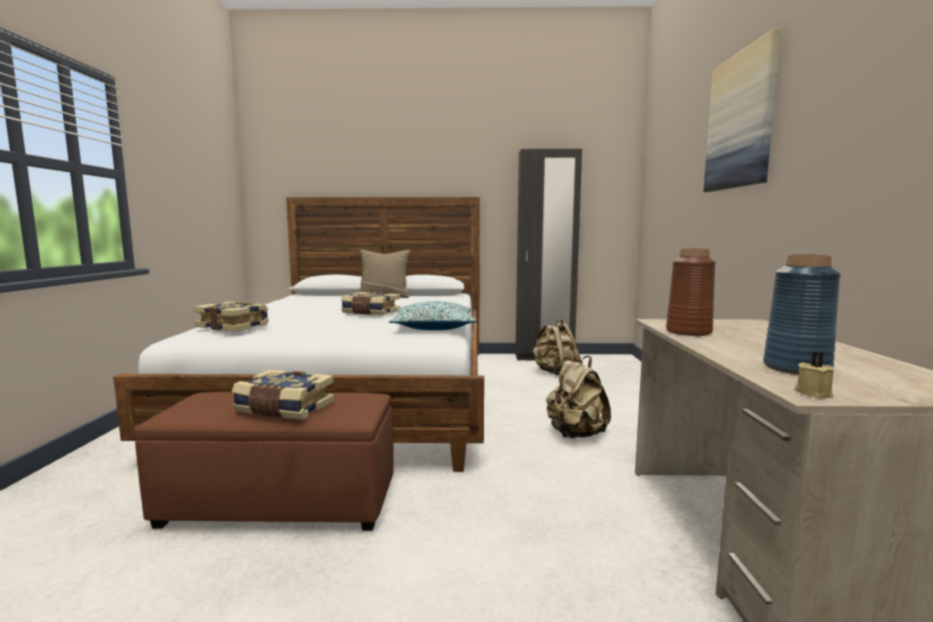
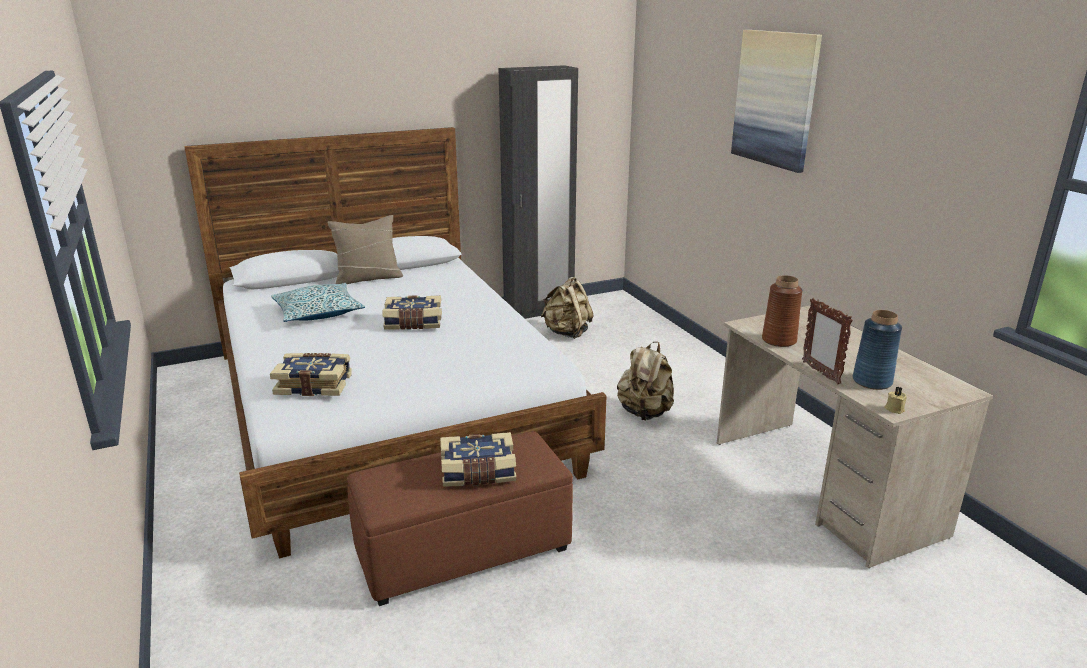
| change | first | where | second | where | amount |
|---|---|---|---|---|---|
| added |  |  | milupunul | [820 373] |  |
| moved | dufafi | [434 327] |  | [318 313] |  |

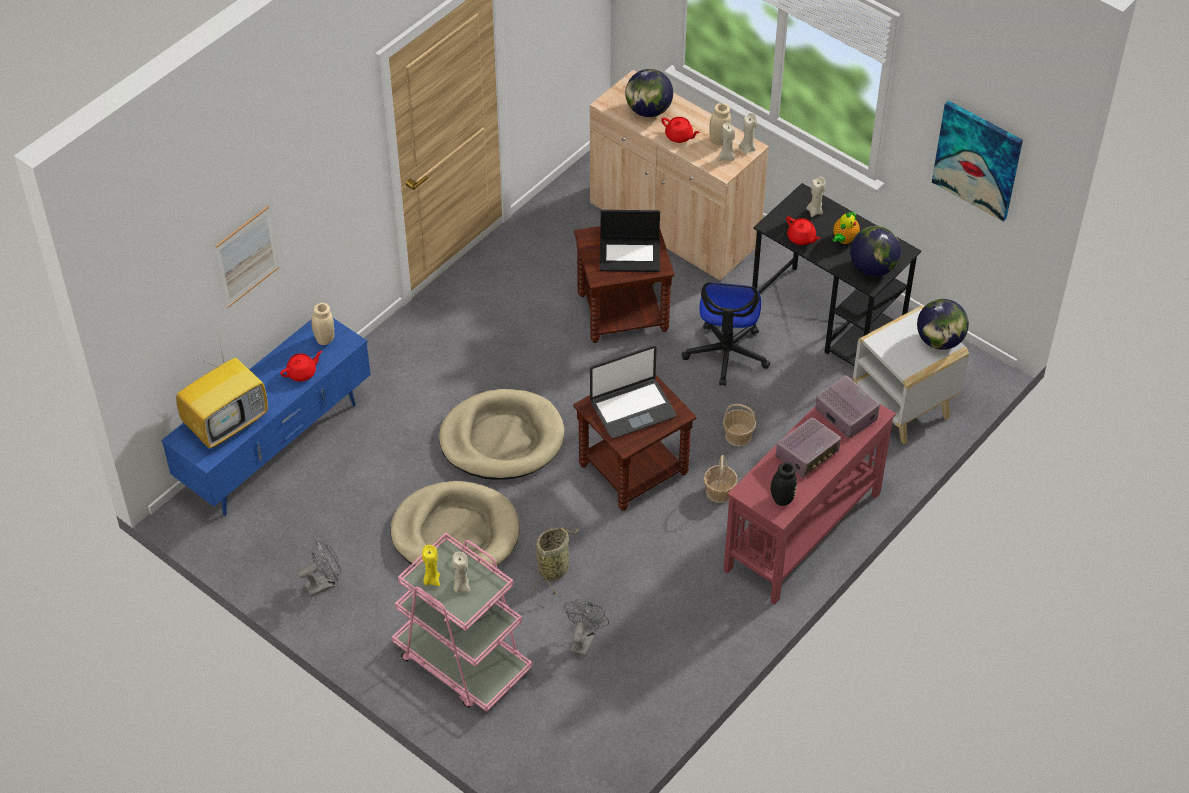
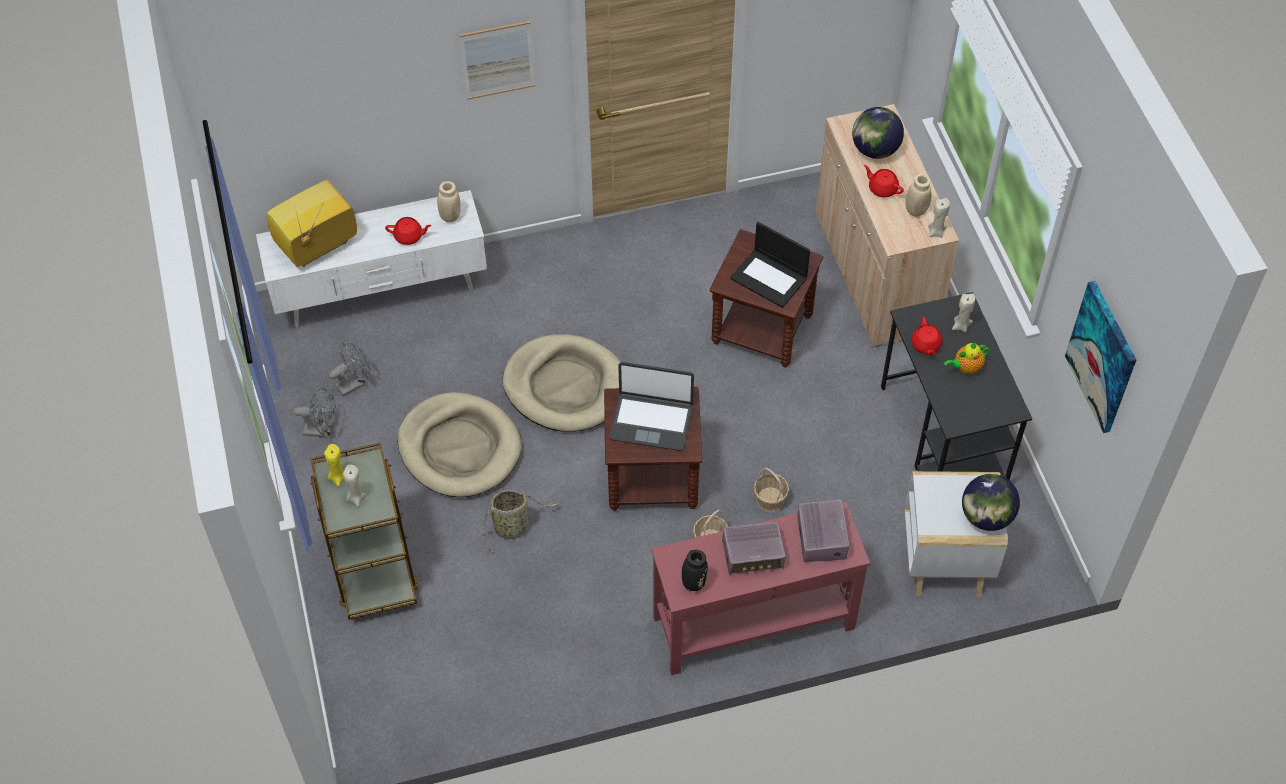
| change | first | where | second | where | amount |
|---|---|---|---|---|---|
| removed | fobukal | [726 354] |  |  |  |
| removed | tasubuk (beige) | [727 157] |  |  |  |
| removed | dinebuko | [873 268] |  |  |  |
| moved | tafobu | [247 256] |  | [497 60] |  |
| moved | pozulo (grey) | [583 640] |  | [354 383] |  |
| recoloured | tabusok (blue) | [277 449] | tabusok (white) | [381 293] |  |
| recoloured | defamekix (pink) | [462 661] | defamekix (brown) | [372 563] |  |
| turned | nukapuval | [227 422] |  | [316 247] | 150 degrees clockwise |
| turned | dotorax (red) | [679 136] |  | [882 188] | 150 degrees clockwise |

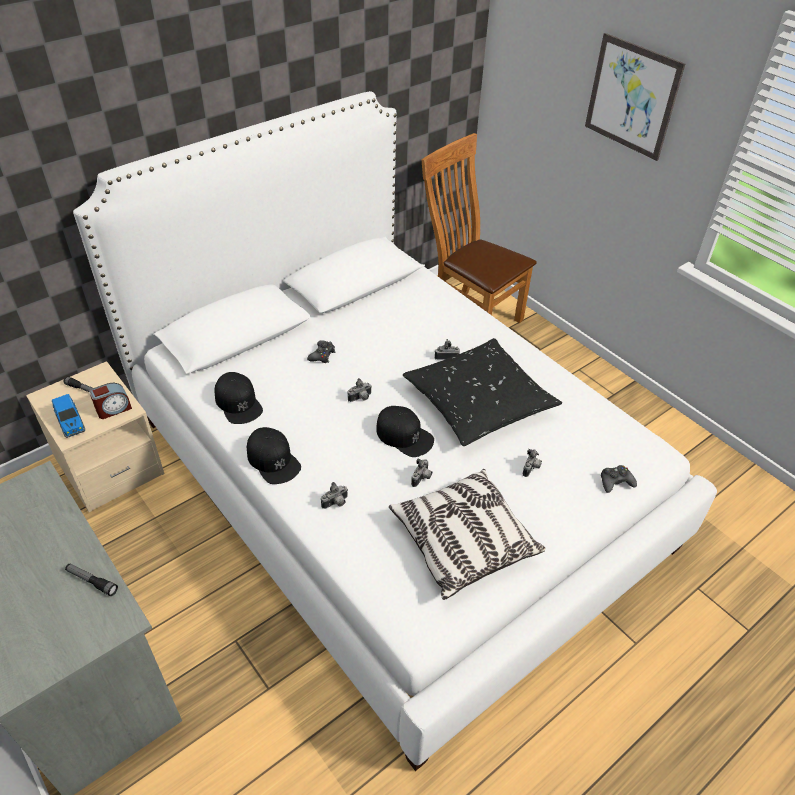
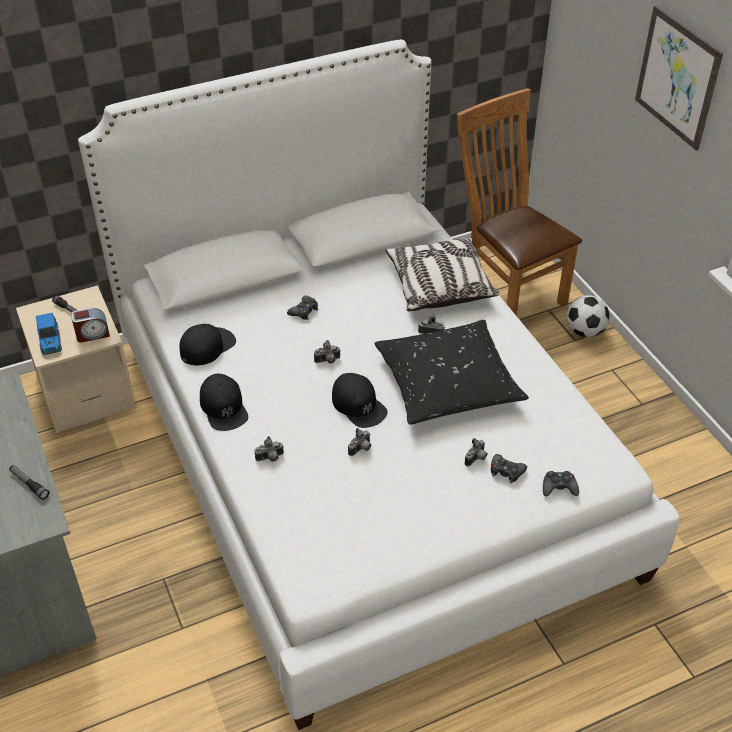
| change | first | where | second | where | amount |
|---|---|---|---|---|---|
| added |  |  | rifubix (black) | [506 471] |  |
| added |  |  | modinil | [584 331] |  |
| moved | dufafi | [462 542] |  | [439 286] |  |
| turned | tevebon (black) | [238 403] |  | [207 346] | 120 degrees counterclockwise |

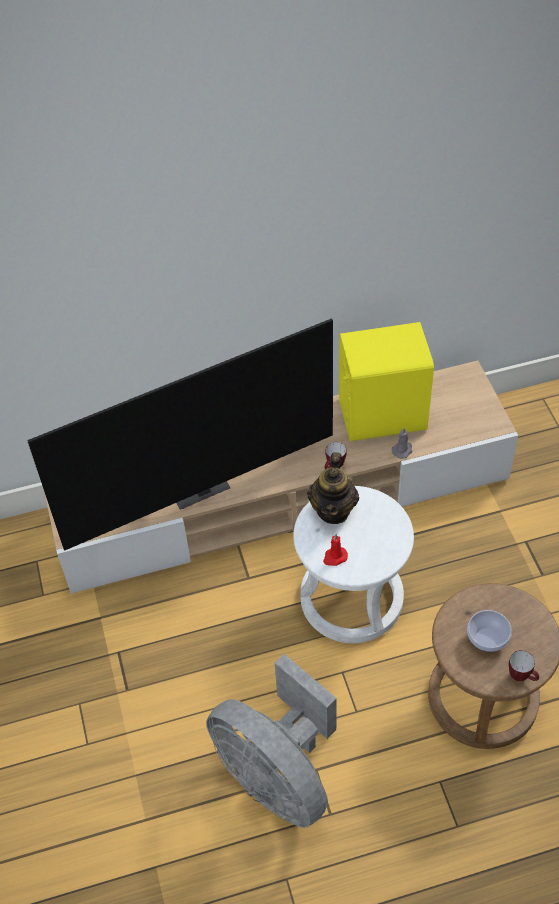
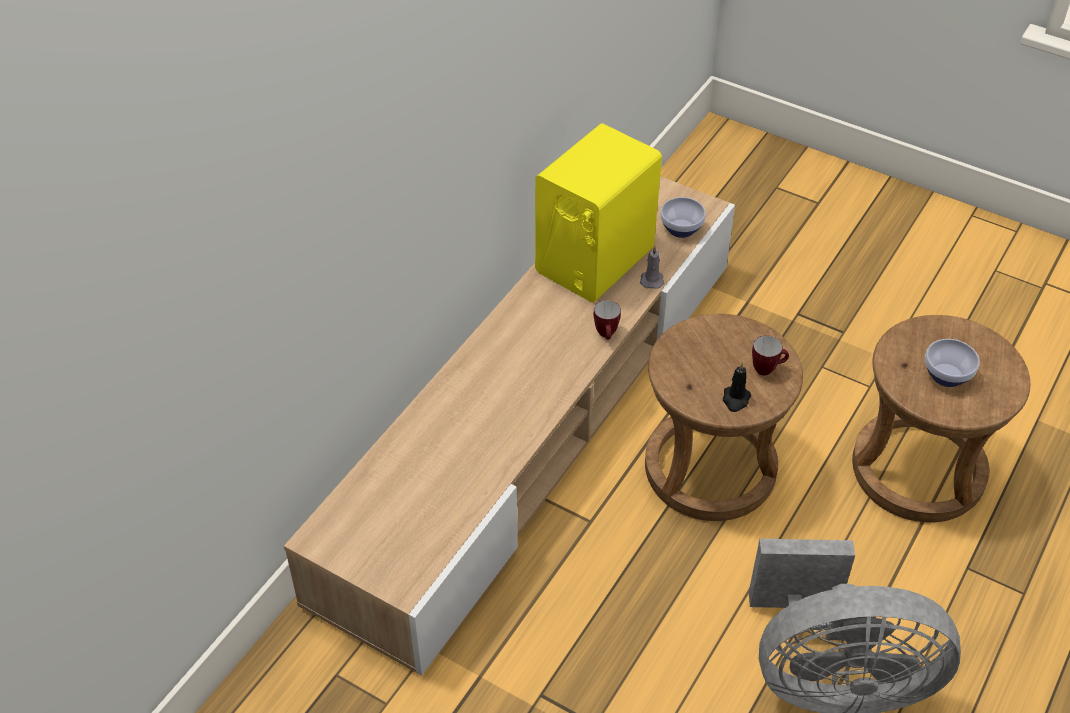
| change | first | where | second | where | amount |
|---|---|---|---|---|---|
| removed | nukapuval | [198 485] |  |  |  |
| removed | dotorax | [333 510] |  |  |  |
| added |  |  | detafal | [682 228] |  |
| moved | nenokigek | [521 677] |  | [767 369] |  |
| recoloured | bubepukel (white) | [352 598] | bubepukel (brown) | [710 468] |  |
| recoloured | tasubuk (red) | [334 557] | tasubuk (black) | [735 399] |  |

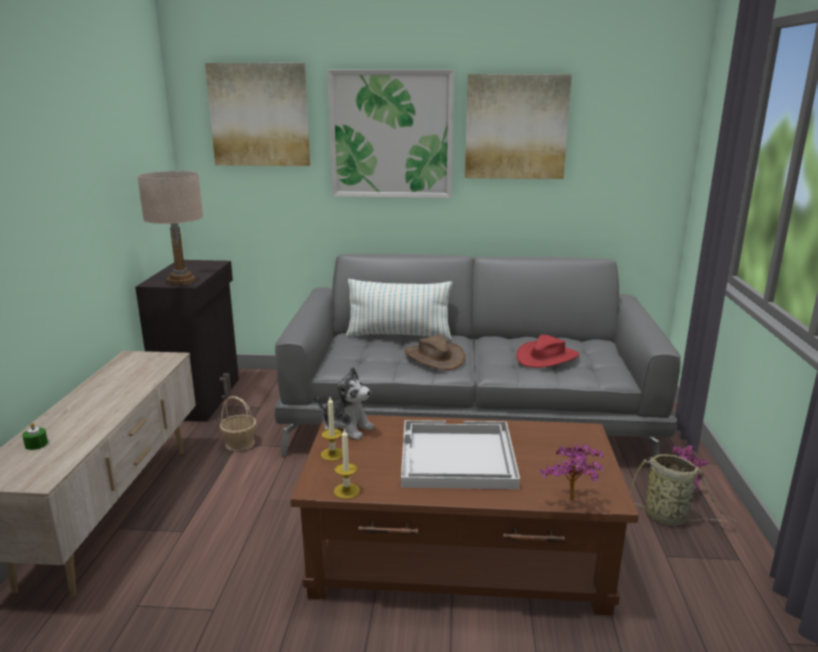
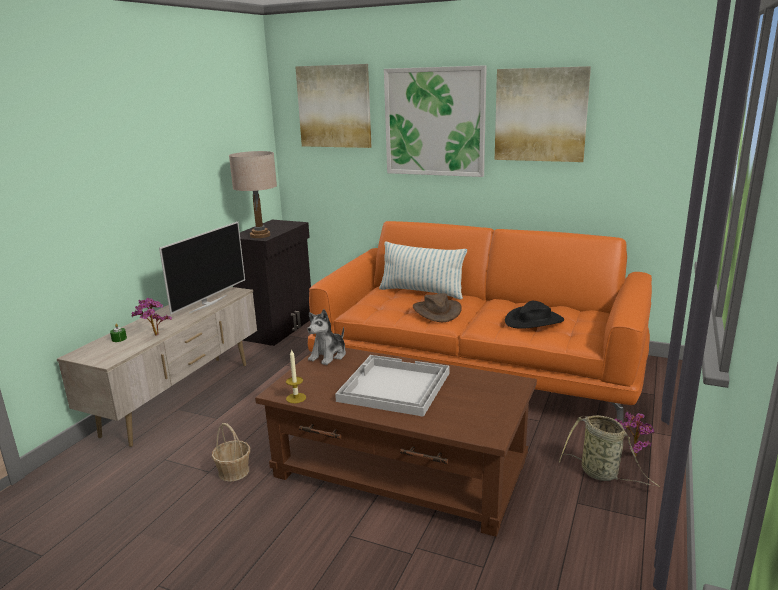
| change | first | where | second | where | amount |
|---|---|---|---|---|---|
| removed | tasubuk | [332 454] |  |  |  |
| added |  |  | nukapuval | [208 304] |  |
| moved | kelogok | [240 443] |  | [234 471] |  |
| moved | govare | [572 502] |  | [154 336] |  |
| recoloured | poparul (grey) | [470 416] | poparul (orange) | [478 367] |  |
| recoloured | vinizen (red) | [547 357] | vinizen (black) | [534 321] |  |
| turned | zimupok | [346 428] |  | [328 356] | 75 degrees clockwise |

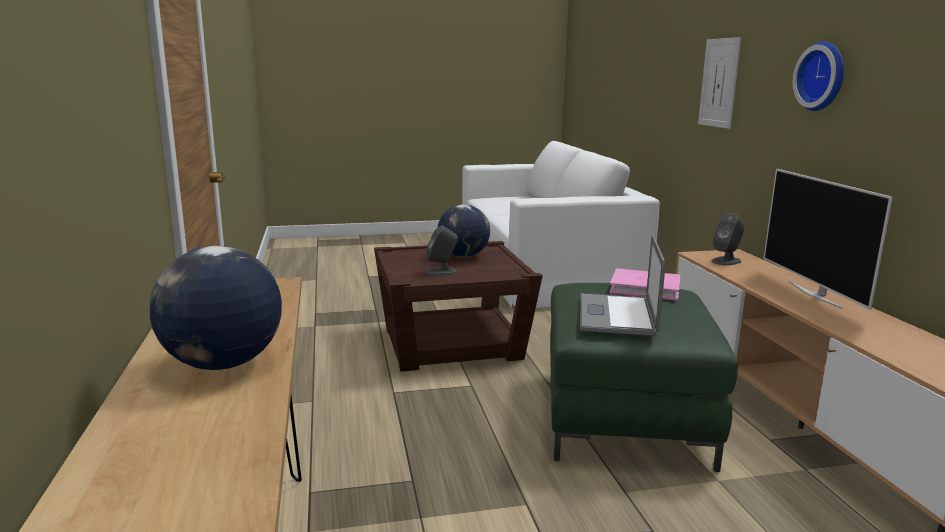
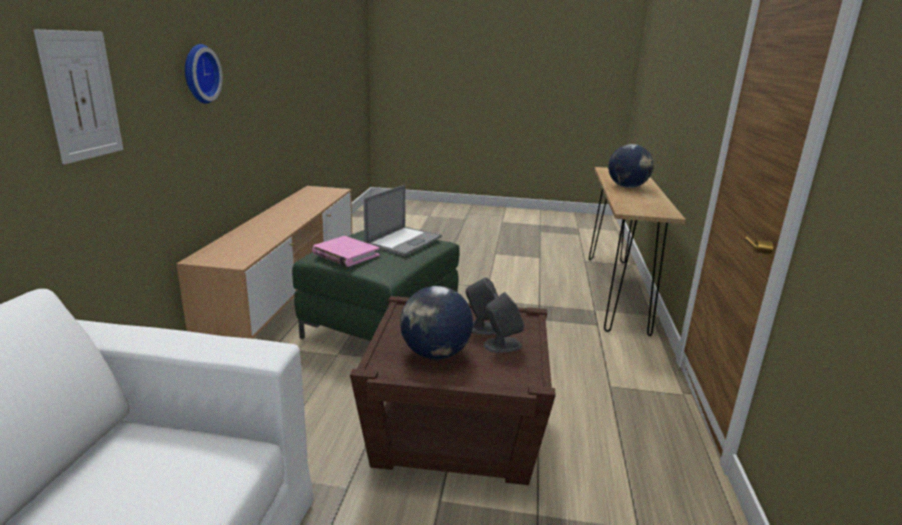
| change | first | where | second | where | amount |
|---|---|---|---|---|---|
| removed | nukapuval | [815 294] |  |  |  |
| moved | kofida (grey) | [726 261] |  | [502 345] |  |

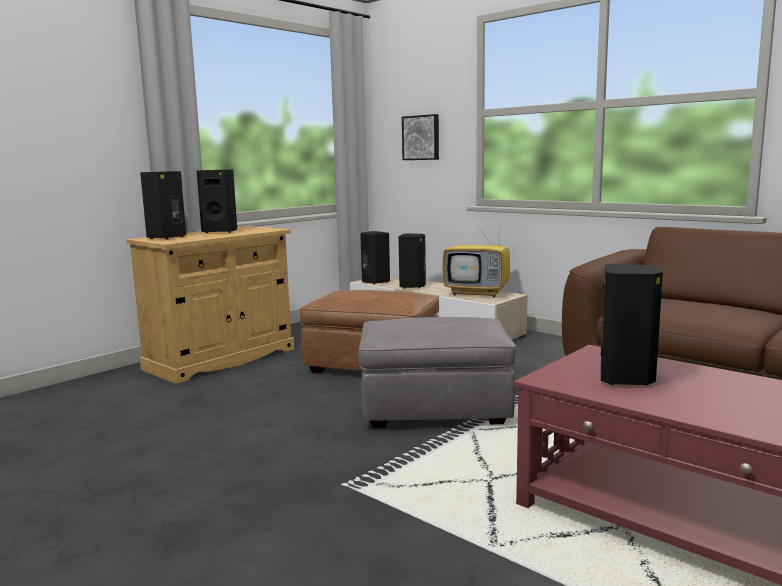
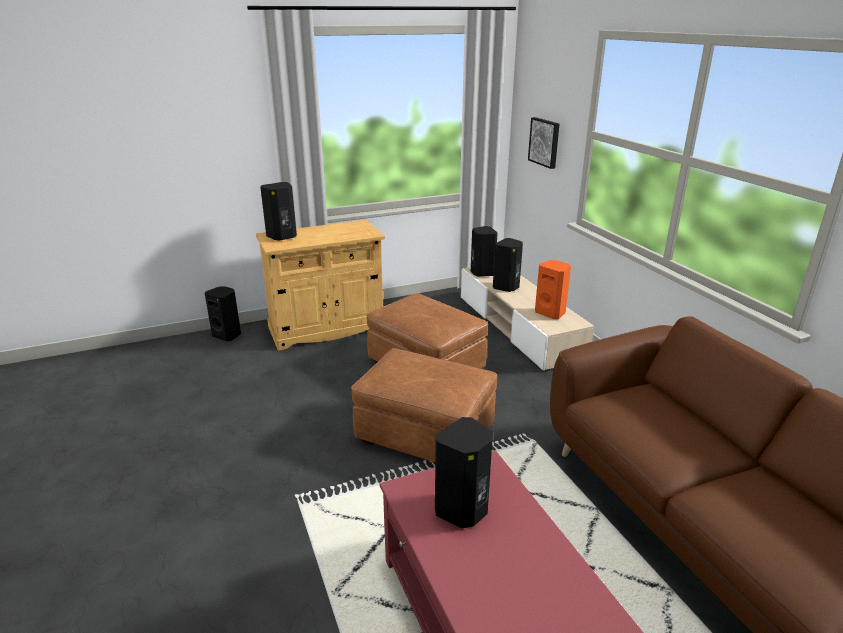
| change | first | where | second | where | amount |
|---|---|---|---|---|---|
| moved | kofida (black) | [221 231] |  | [228 335] |  |
| replaced | nukapuval | [478 293] | kofida (orange) | [551 313] |  |
| recoloured | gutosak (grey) | [435 409] | gutosak (brown) | [425 435] |  |

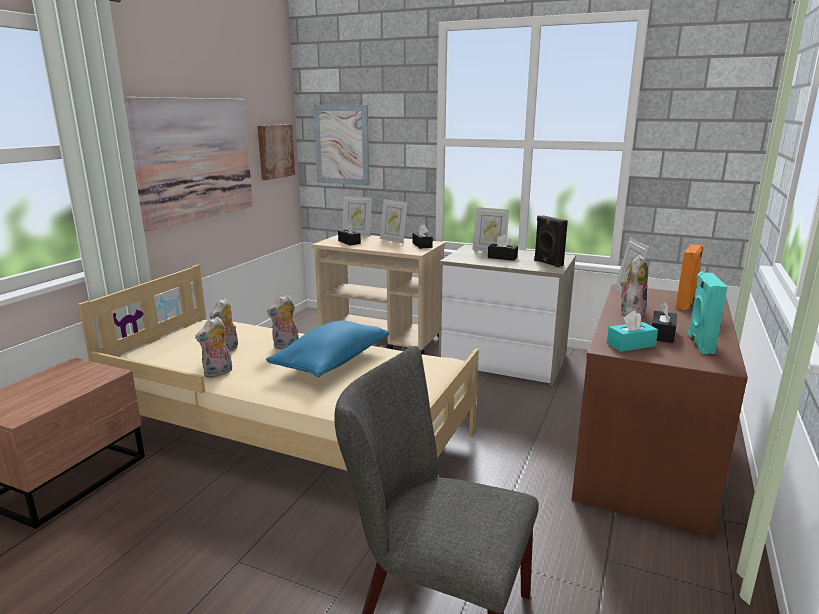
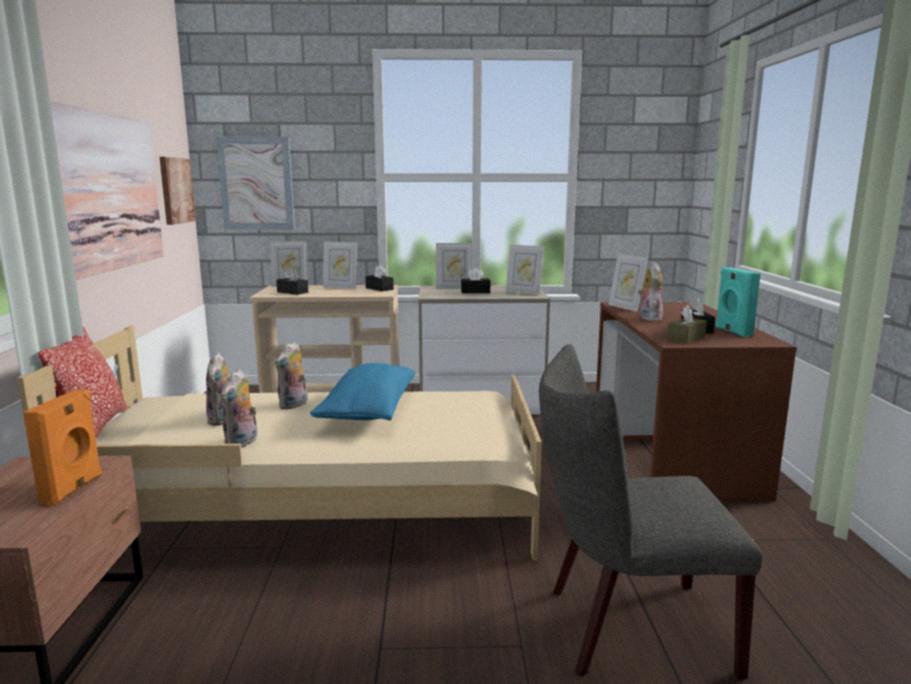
| change | first | where | second | where | amount |
|---|---|---|---|---|---|
| added |  |  | dufafi | [94 426] |  |
| moved | kofida (orange) | [686 304] |  | [74 489] |  |
| replaced | kofida (black) | [547 263] | milupunul | [524 292] |  |
| recoloured | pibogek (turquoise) | [630 345] | pibogek (brown) | [686 338] |  |

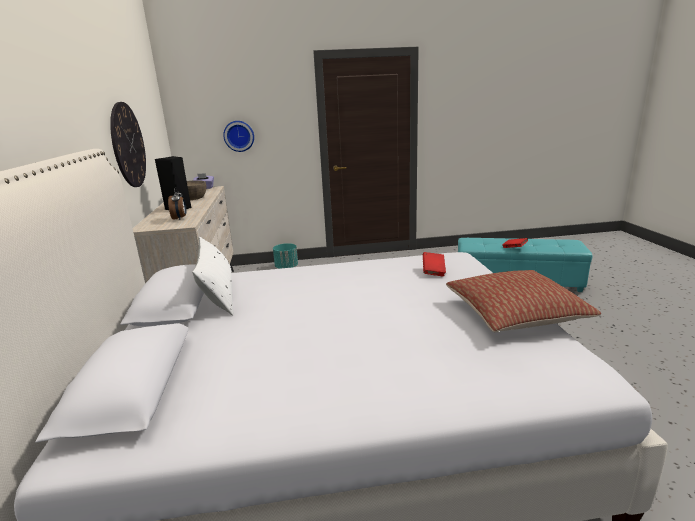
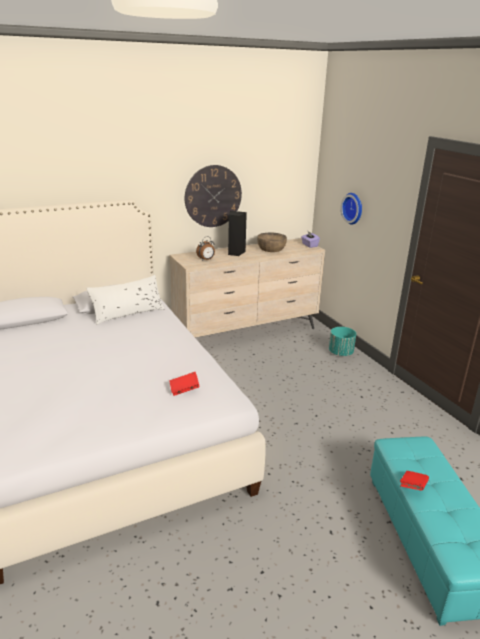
| change | first | where | second | where | amount |
|---|---|---|---|---|---|
| removed | dufafi | [514 314] |  |  |  |

